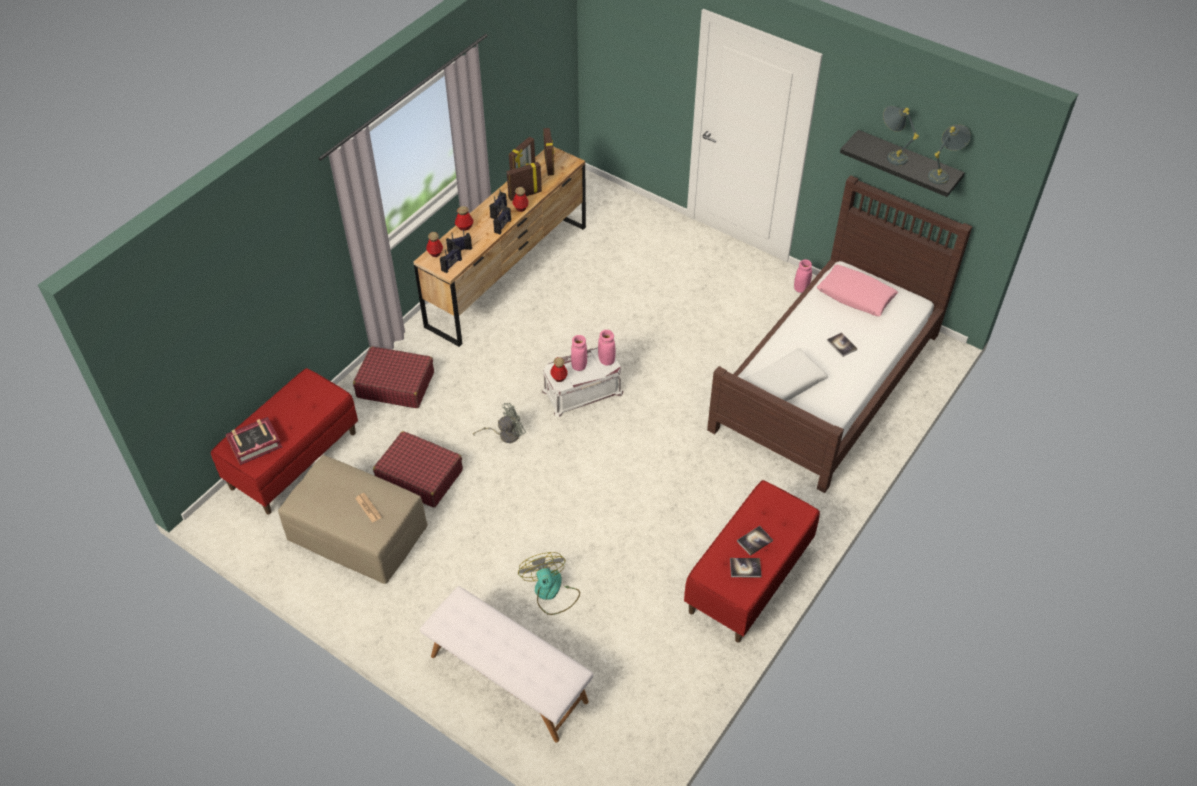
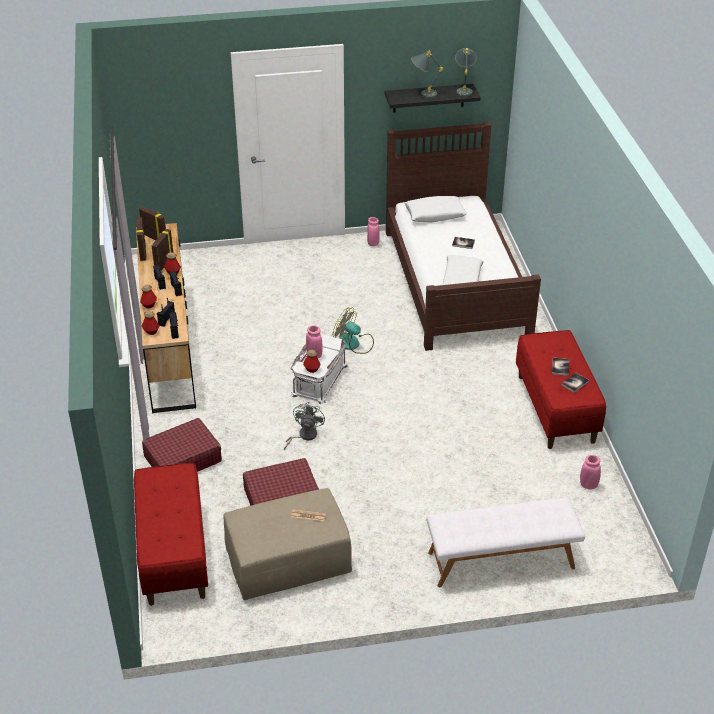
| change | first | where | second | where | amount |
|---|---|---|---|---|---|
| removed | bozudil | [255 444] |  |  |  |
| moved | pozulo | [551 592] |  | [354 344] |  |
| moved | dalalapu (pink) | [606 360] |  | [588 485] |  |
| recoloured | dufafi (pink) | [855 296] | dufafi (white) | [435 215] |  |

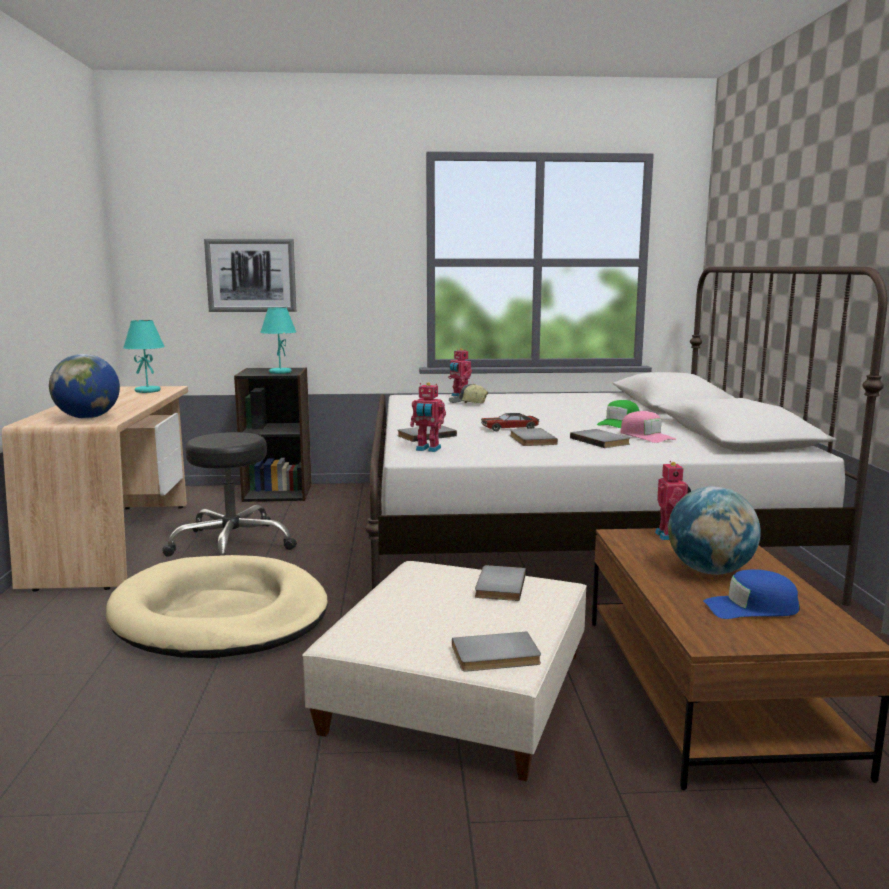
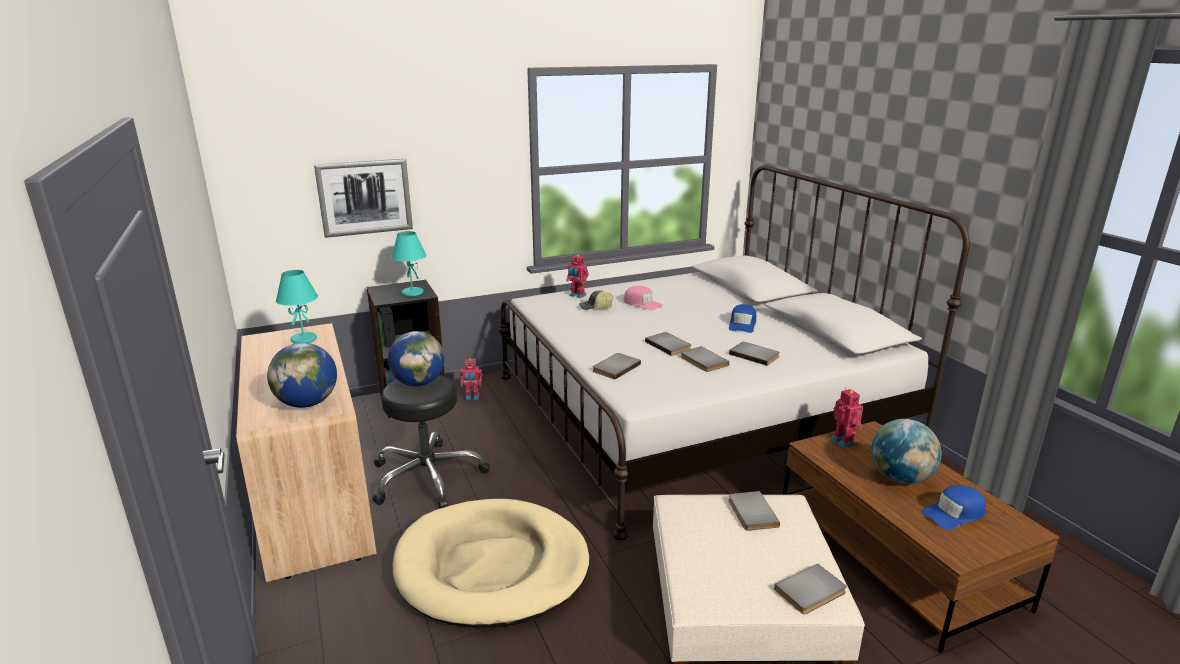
| change | first | where | second | where | amount |
|---|---|---|---|---|---|
| added |  |  | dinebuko | [418 383] |  |
| moved | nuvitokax | [427 449] |  | [472 397] |  |
| moved | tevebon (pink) | [646 436] |  | [642 304] |  |
| replaced | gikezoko | [509 428] | bozudil (grey) | [669 345] |  |
| recoloured | tevebon (green) | [619 423] | tevebon (blue) | [742 324] |  |

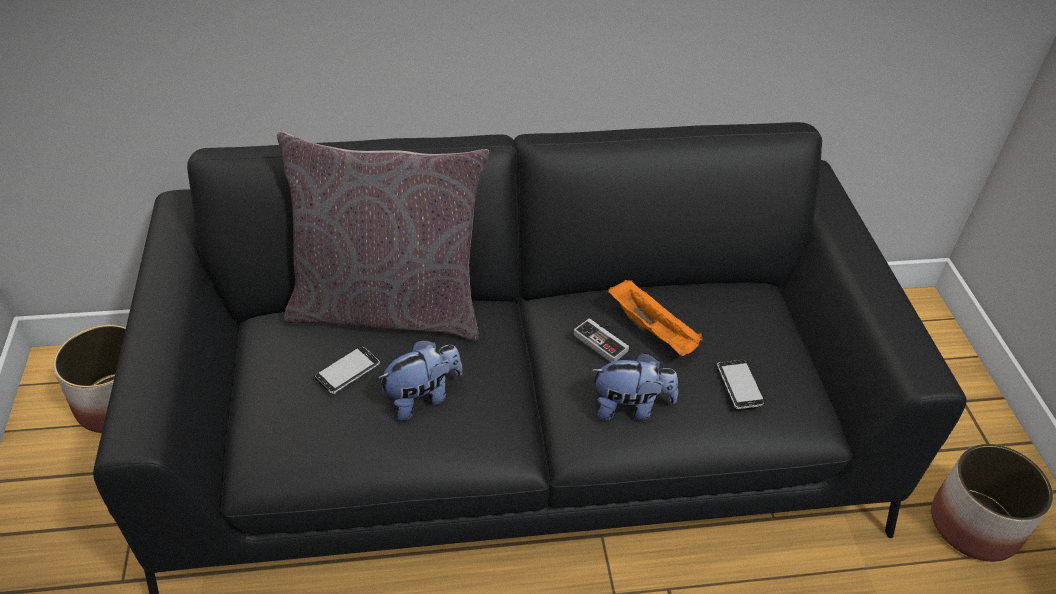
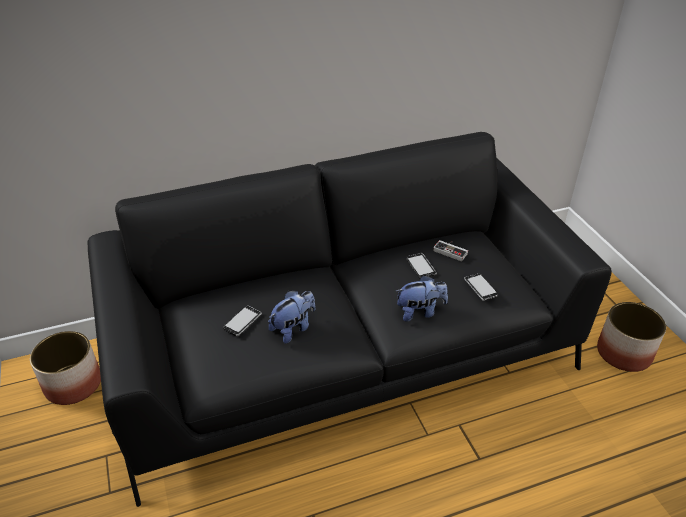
| change | first | where | second | where | amount |
|---|---|---|---|---|---|
| removed | dufafi (grey) | [387 308] |  |  |  |
| moved | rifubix | [604 340] |  | [451 250] |  |
| replaced | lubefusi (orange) | [653 330] | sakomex | [420 266] |  |

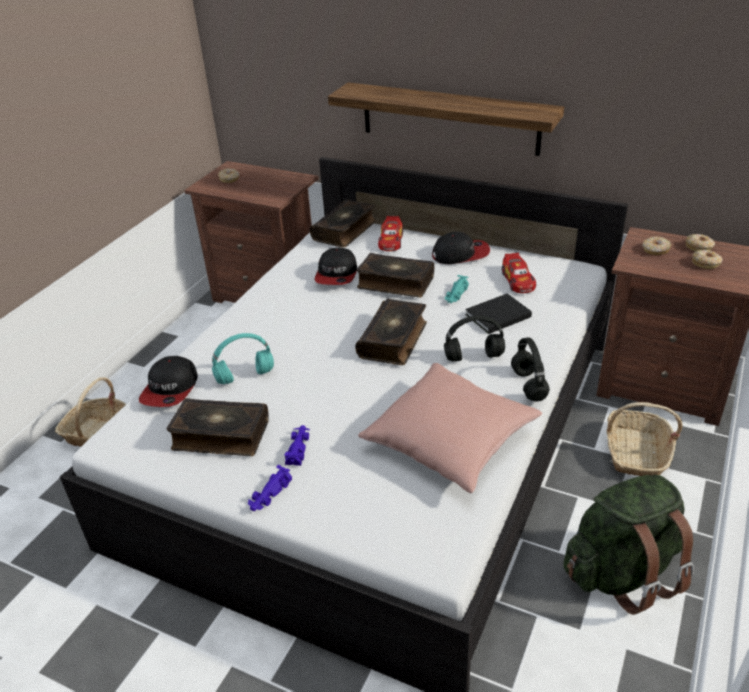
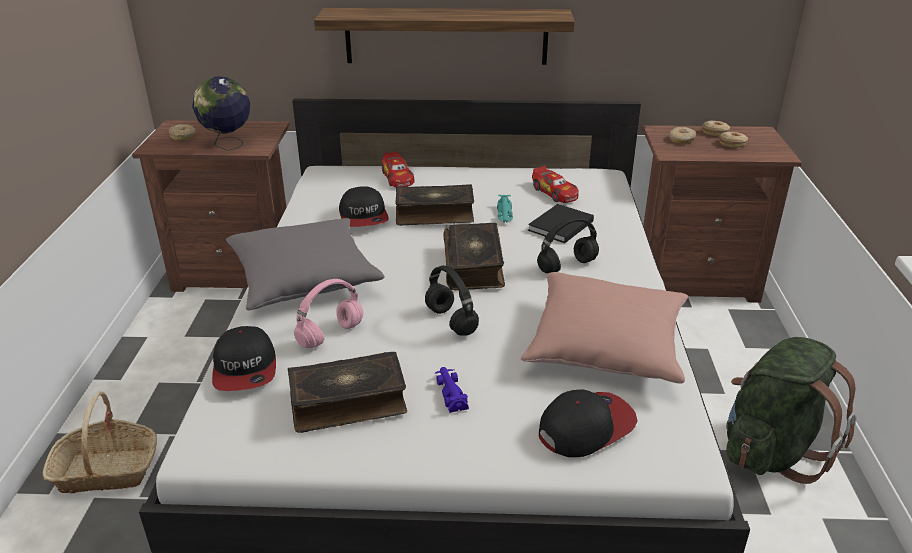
| change | first | where | second | where | amount |
|---|---|---|---|---|---|
| removed | gikezoko (purple) | [269 494] |  |  |  |
| removed | bozudil | [345 231] |  |  |  |
| removed | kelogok | [636 452] |  |  |  |
| added |  |  | dinebuko | [228 145] |  |
| added |  |  | dufafi (grey) | [304 279] |  |
| moved | tevebon | [461 254] |  | [586 427] |  |
| moved | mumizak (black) | [529 386] |  | [452 322] |  |
| recoloured | mumizak (turquoise) | [244 377] | mumizak (pink) | [330 336] |  |

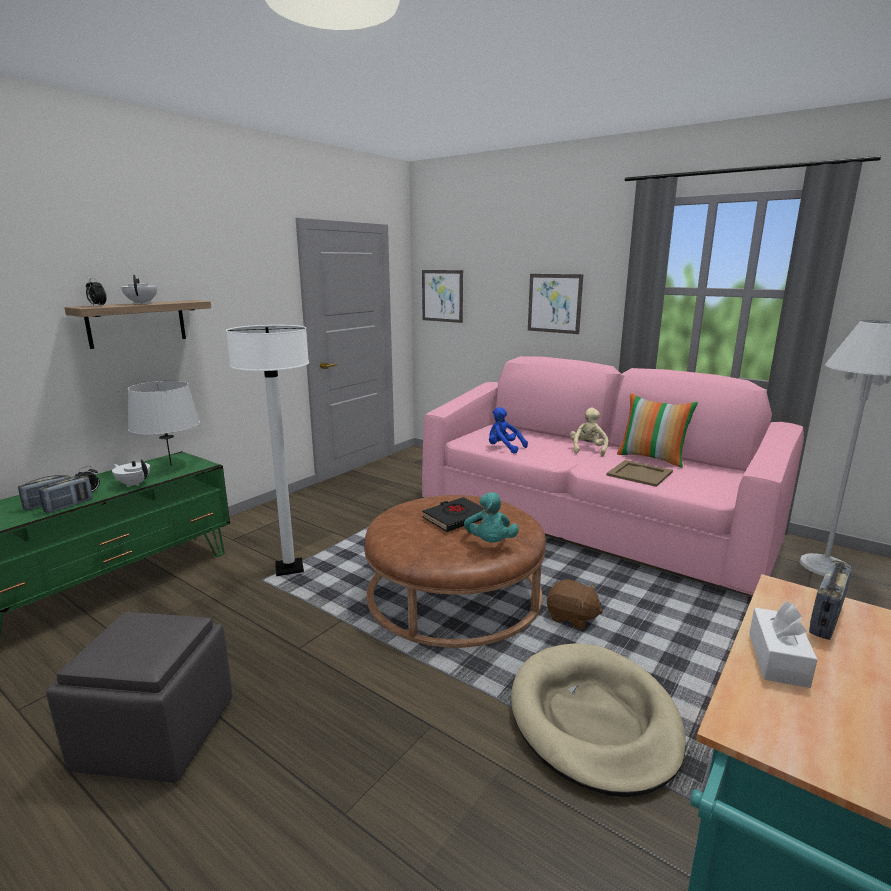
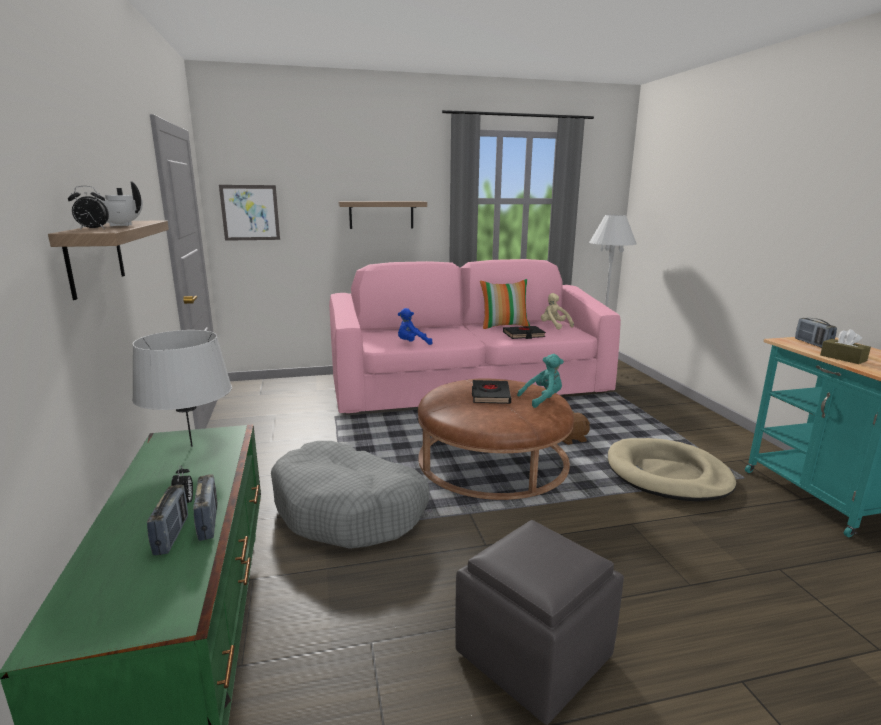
| change | first | where | second | where | amount |
|---|---|---|---|---|---|
| removed | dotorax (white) | [134 484] |  |  |  |
| moved | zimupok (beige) | [587 450] |  | [554 326] |  |
| replaced | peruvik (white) | [289 568] | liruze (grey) | [349 510] |  |
| replaced | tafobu | [554 303] | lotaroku | [381 215] |  |
| replaced | lubefusi (beige) | [640 474] | bozudil (black) | [523 335] |  |
| recoloured | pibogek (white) | [777 659] | pibogek (brown) | [843 358] |  |
| turned | zimupok (turquoise) | [490 543] |  | [543 399] | 60 degrees counterclockwise |

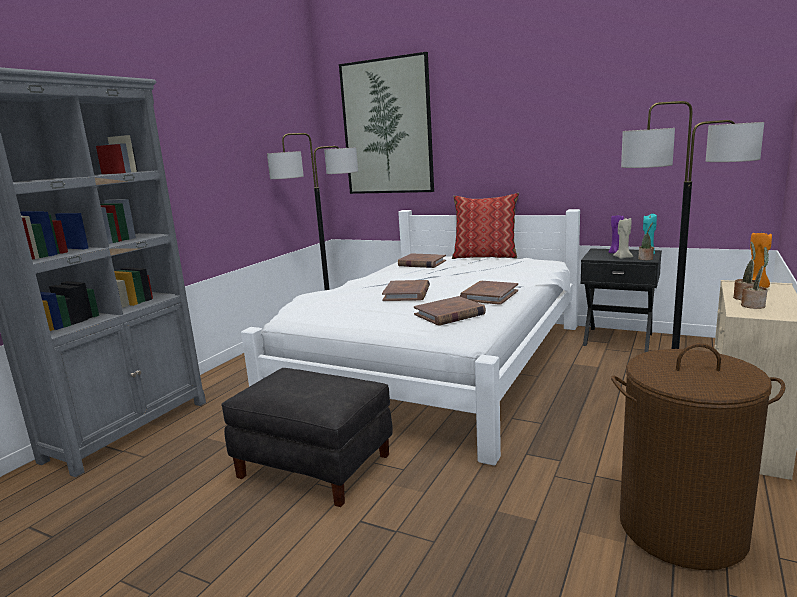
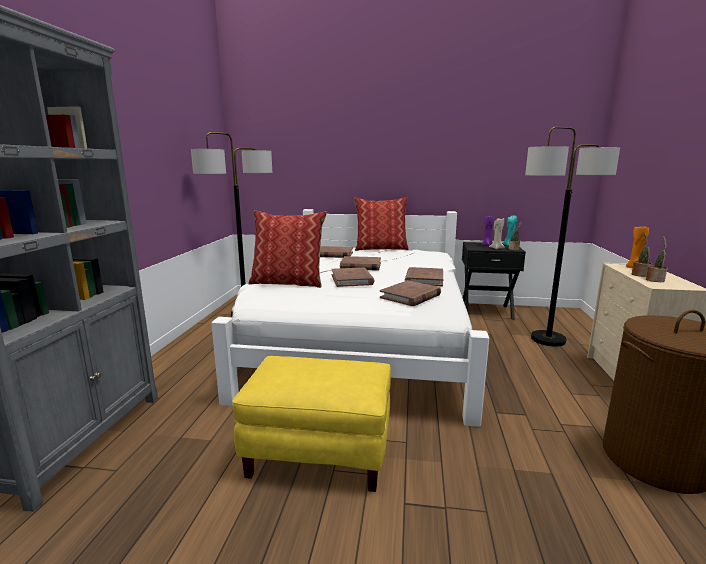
| change | first | where | second | where | amount |
|---|---|---|---|---|---|
| removed | tafobu | [387 127] |  |  |  |
| added |  |  | dufafi | [288 283] |  |
| added |  |  | bozudil (brown) | [360 266] |  |
| recoloured | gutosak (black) | [315 465] | gutosak (yellow) | [320 451] |  |

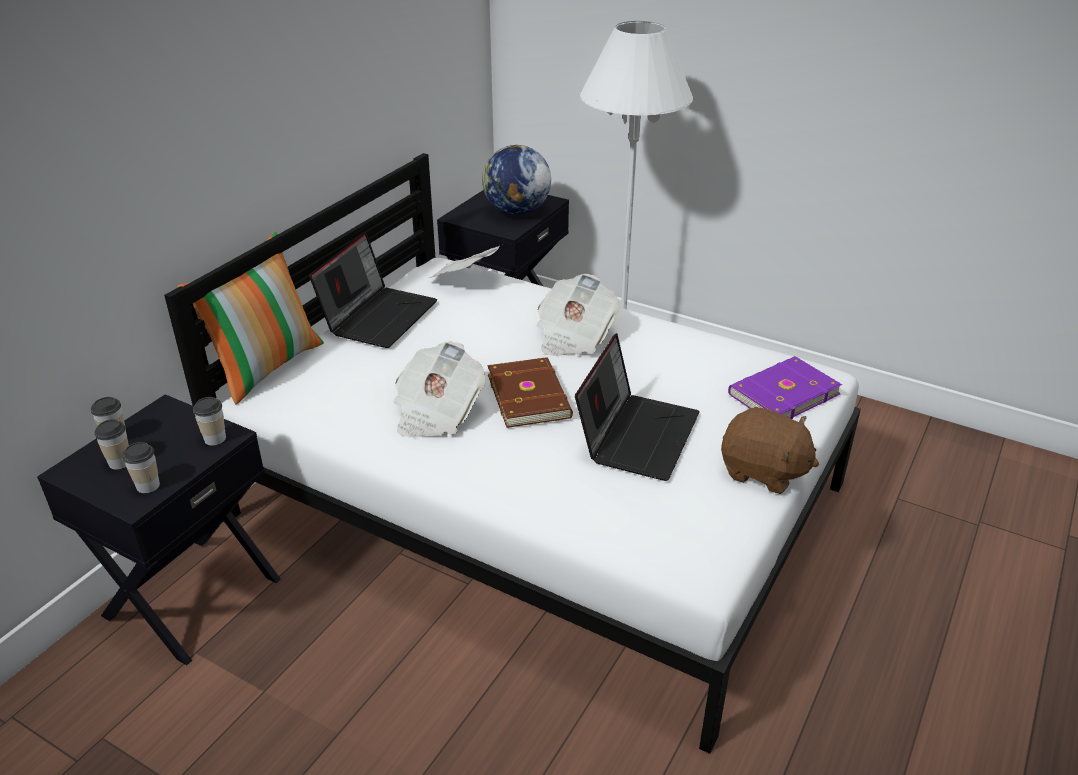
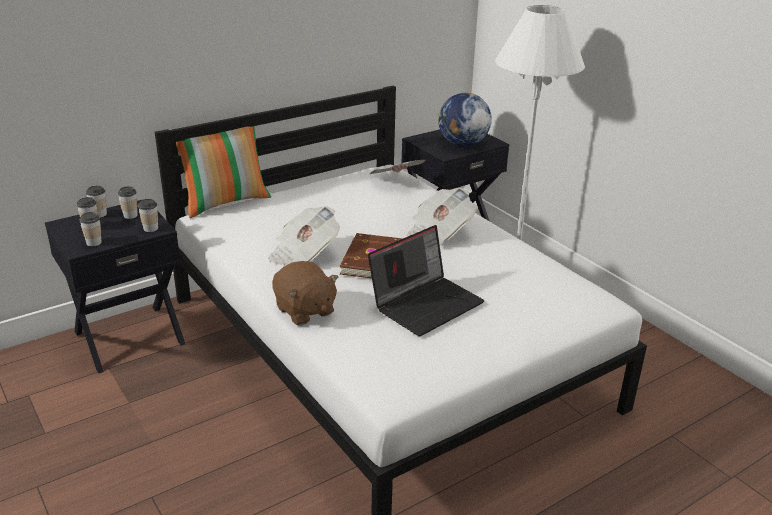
| change | first | where | second | where | amount |
|---|---|---|---|---|---|
| removed | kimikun | [379 316] |  |  |  |
| removed | bozudil (purple) | [782 393] |  |  |  |
| added |  |  | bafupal | [130 215] |  |
| moved | zimupok (brown) | [763 472] |  | [304 311] |  |

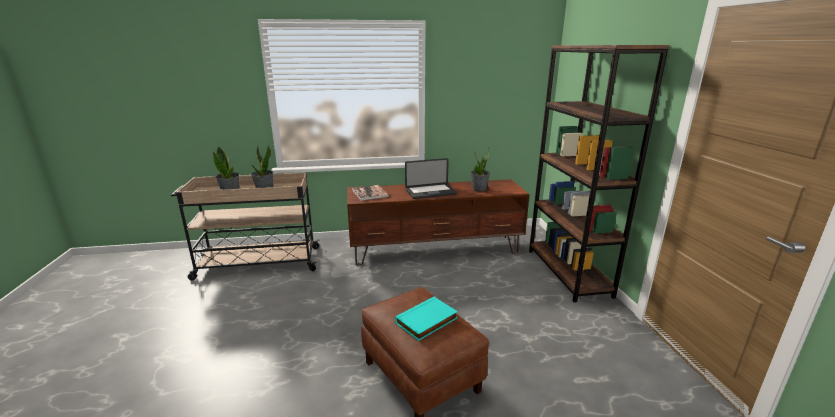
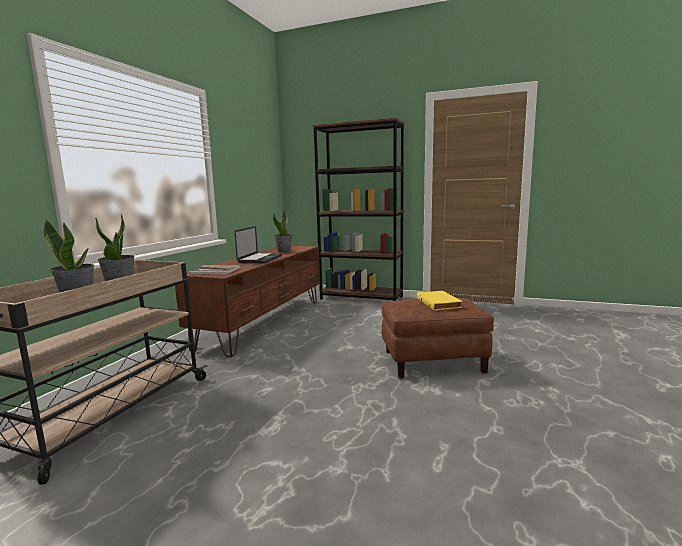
| change | first | where | second | where | amount |
|---|---|---|---|---|---|
| recoloured | bozudil (turquoise) | [427 321] | bozudil (yellow) | [439 303] |  |

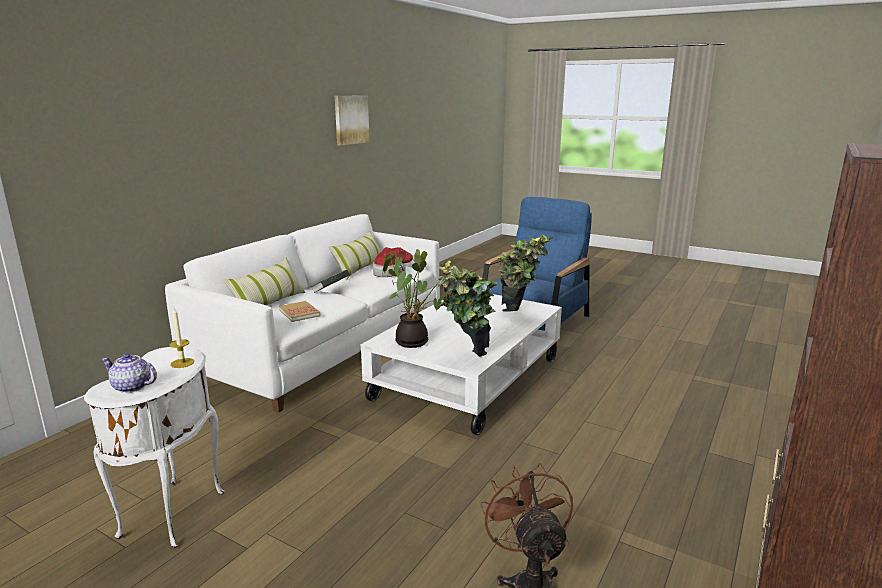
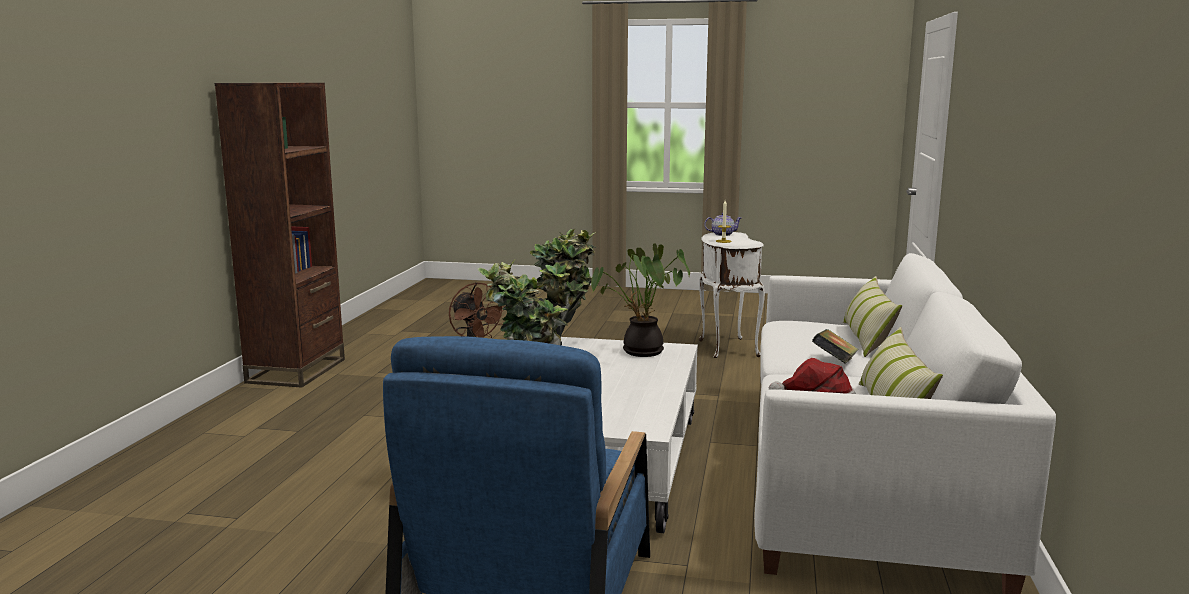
| change | first | where | second | where | amount |
|---|---|---|---|---|---|
| removed | bozudil | [299 313] |  |  |  |
| removed | tafobu | [351 119] |  |  |  |

